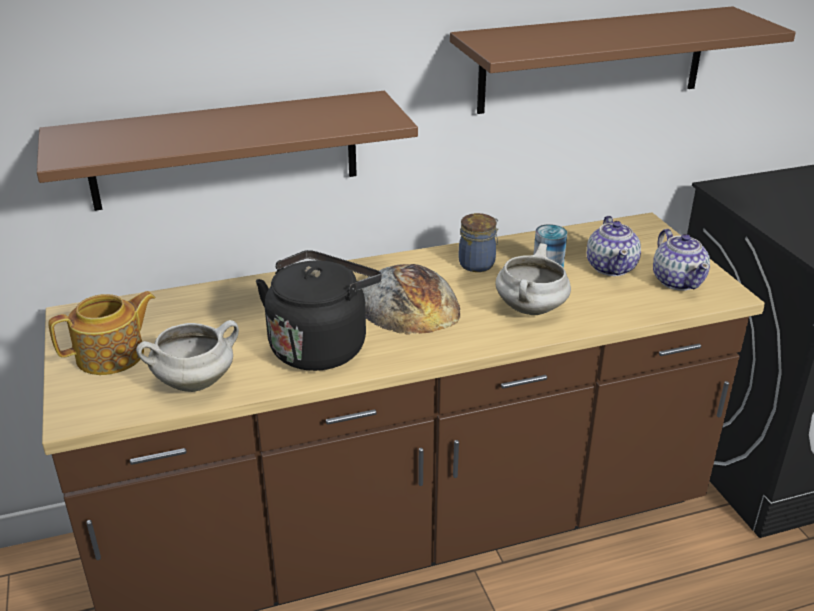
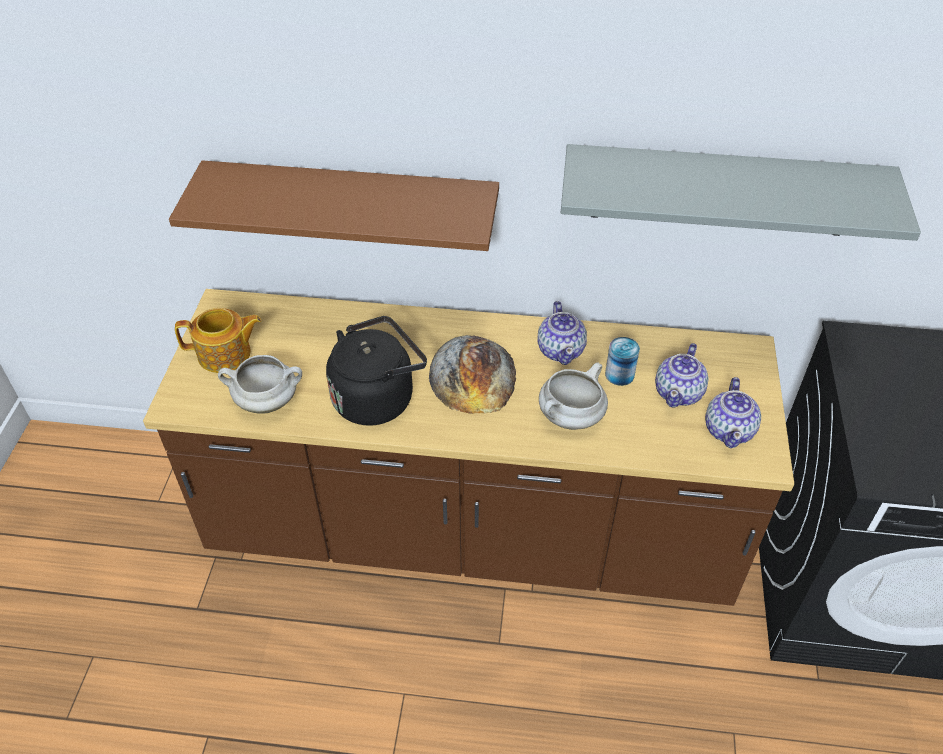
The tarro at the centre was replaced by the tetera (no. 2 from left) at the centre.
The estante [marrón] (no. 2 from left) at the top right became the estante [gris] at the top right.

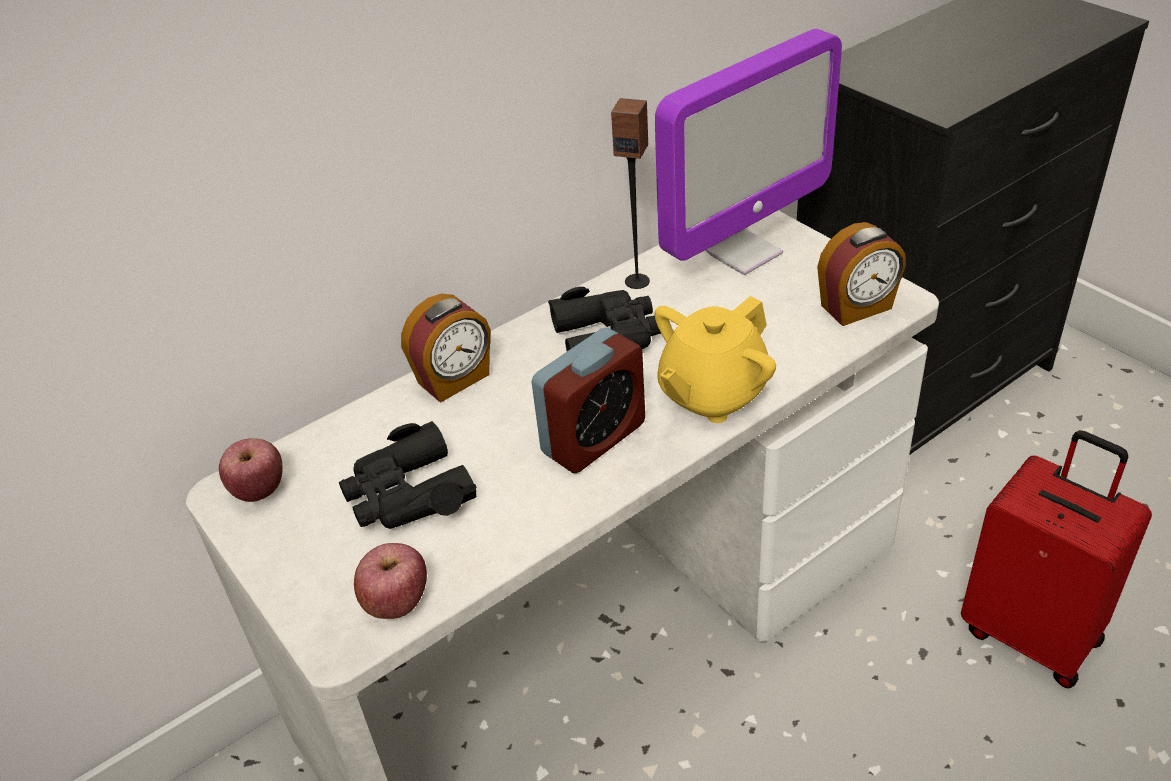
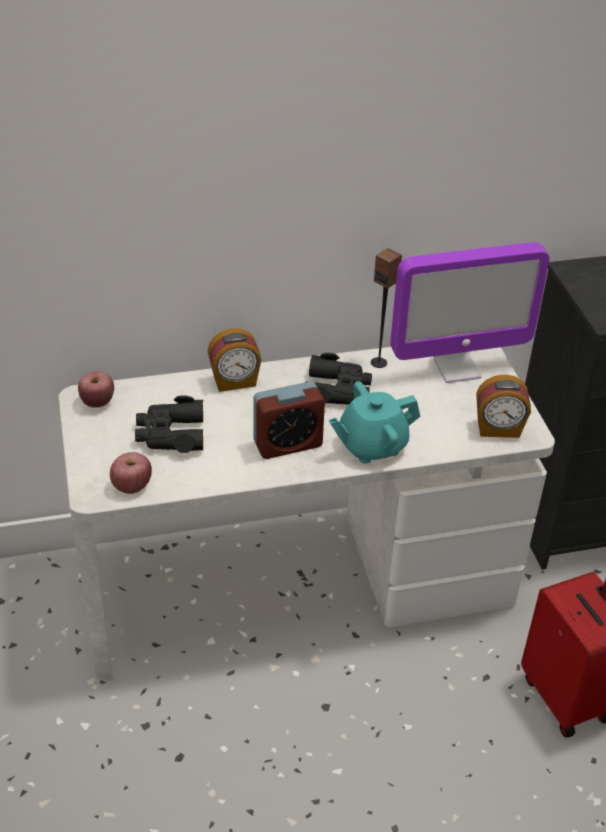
The tetera [amarillo] at the centre became the tetera [turquesa] at the centre.

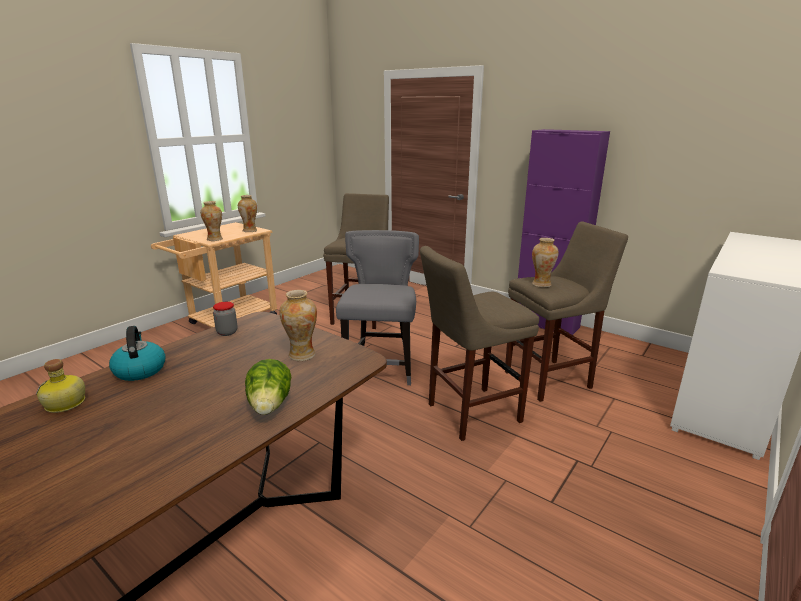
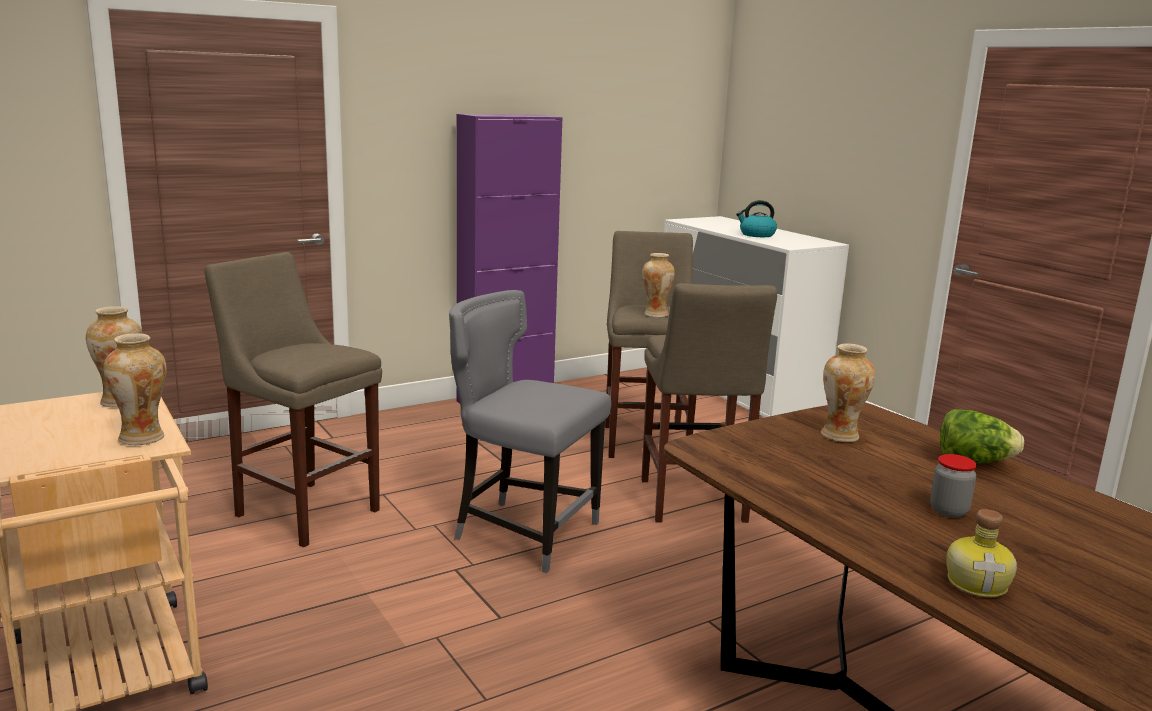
The hervidor moved from the middle left to the top centre.
The tarro moved from the middle left to the bottom right.

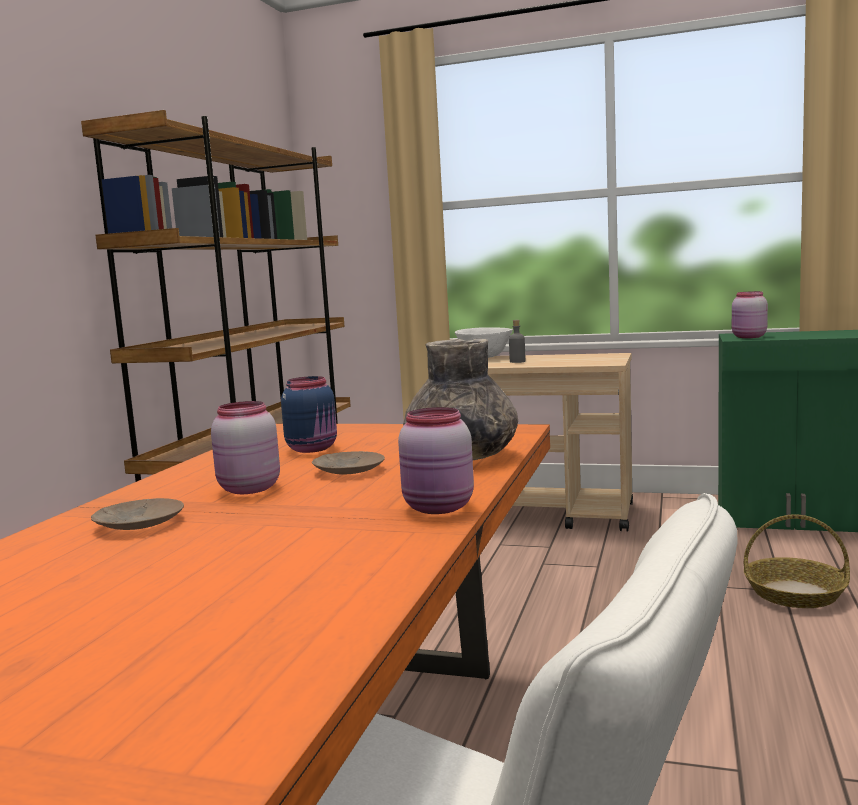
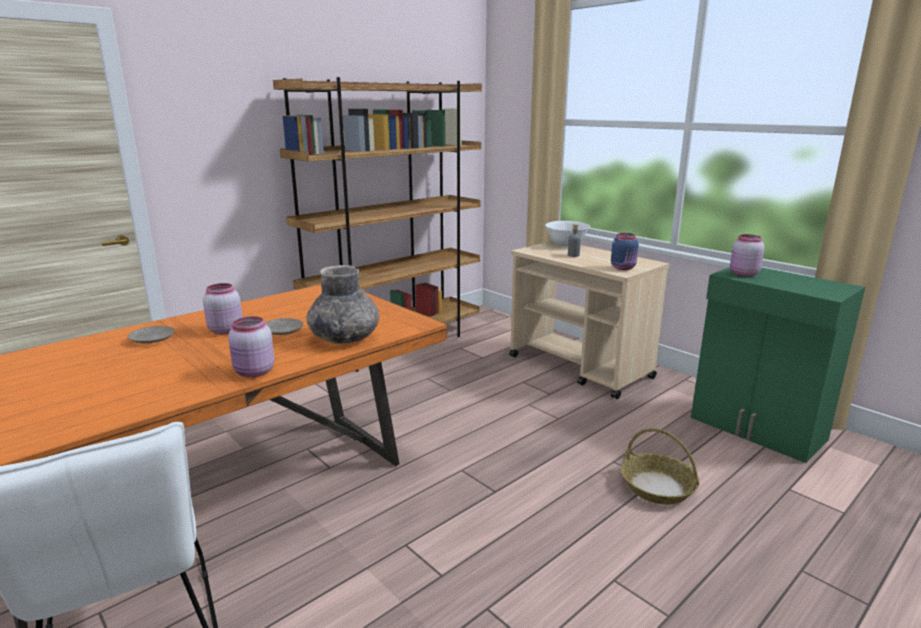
The tarro [azul] moved from the centre to the middle right.

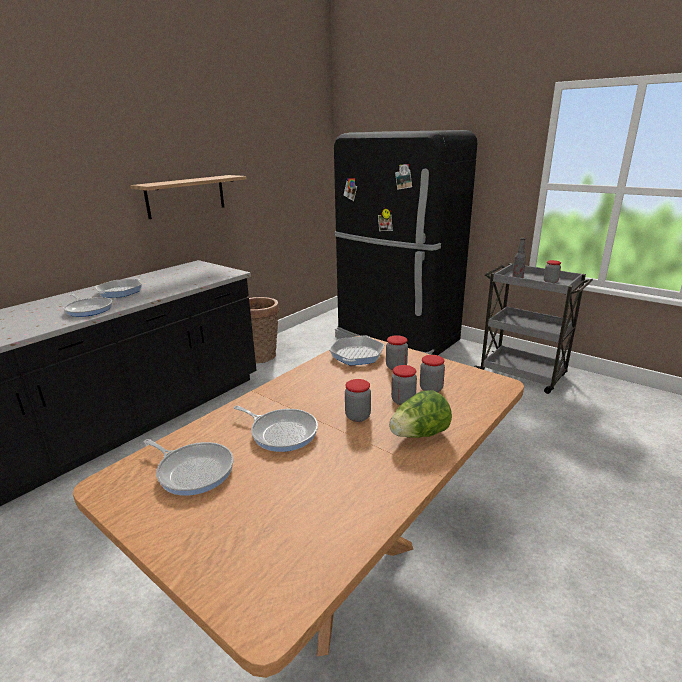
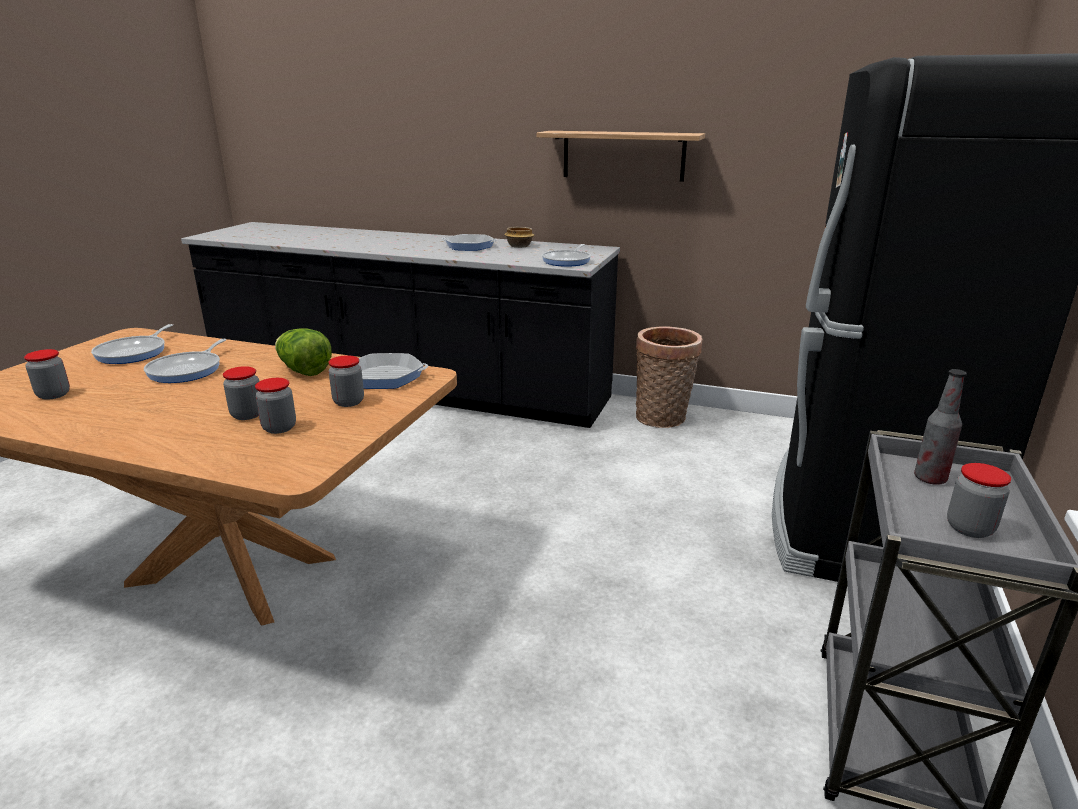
The tarro (no. 1 from left) moved from the centre to the middle left.
The lechuga moved from the centre to the middle left.
The cuenco at the top centre appeared.
The sartén (no. 1 from left in the first image) moved from the middle left to the top centre.

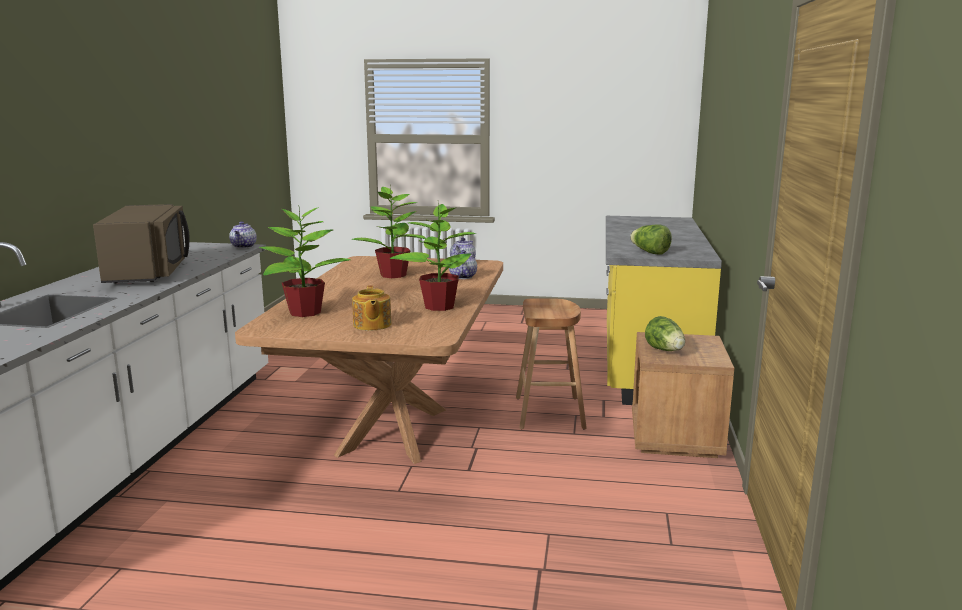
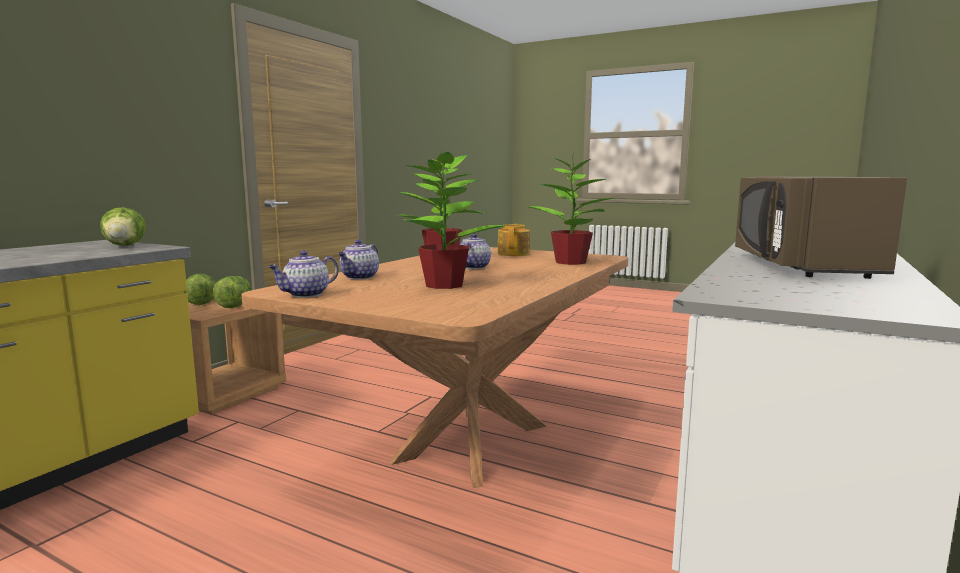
The lechuga (no. 2 from left) at the middle left appeared.
The tetera (no. 1 from left in the first image) moved from the middle left to the centre.
The taburete [marrón] at the centre disappeared.

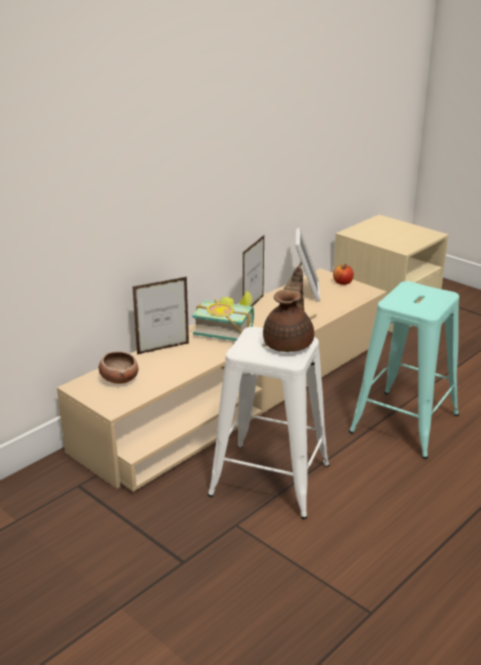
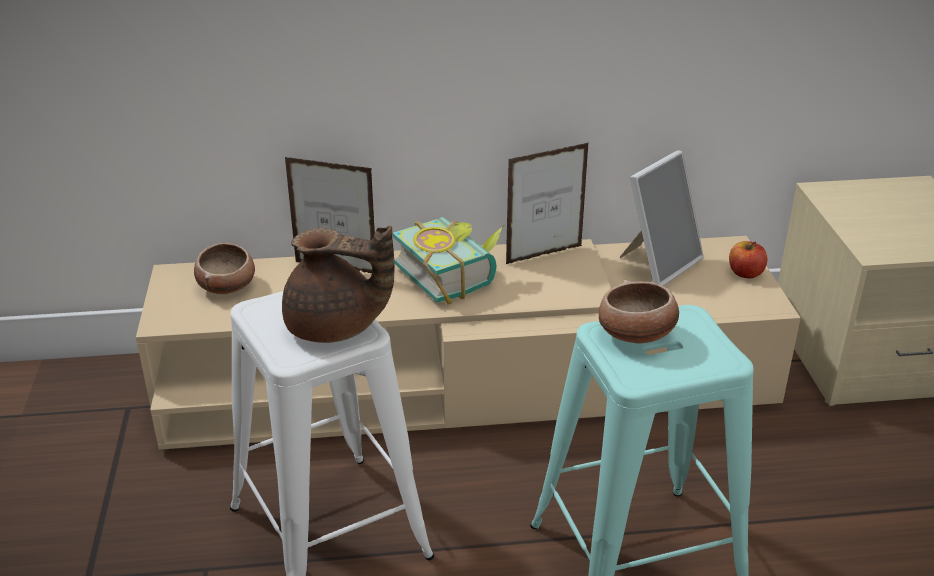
The tetera [marrón] at the centre turned 45 degrees clockwise.
The cuenco (no. 2 from left) at the middle right appeared.

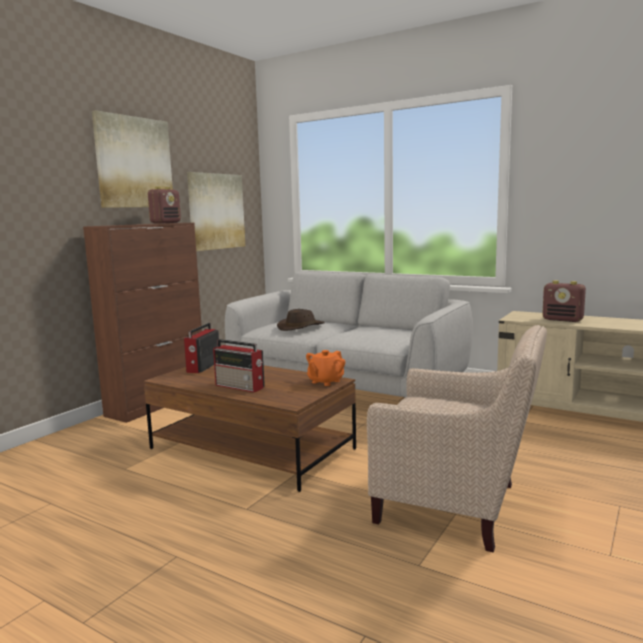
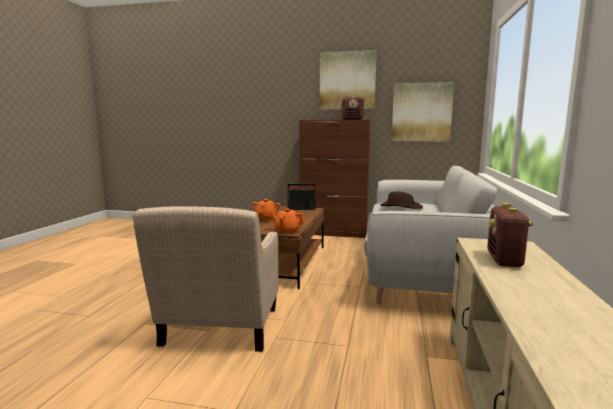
The radio (no. 3 from left) at the centre was replaced by the tetera [naranja] (no. 1 from left) at the centre.

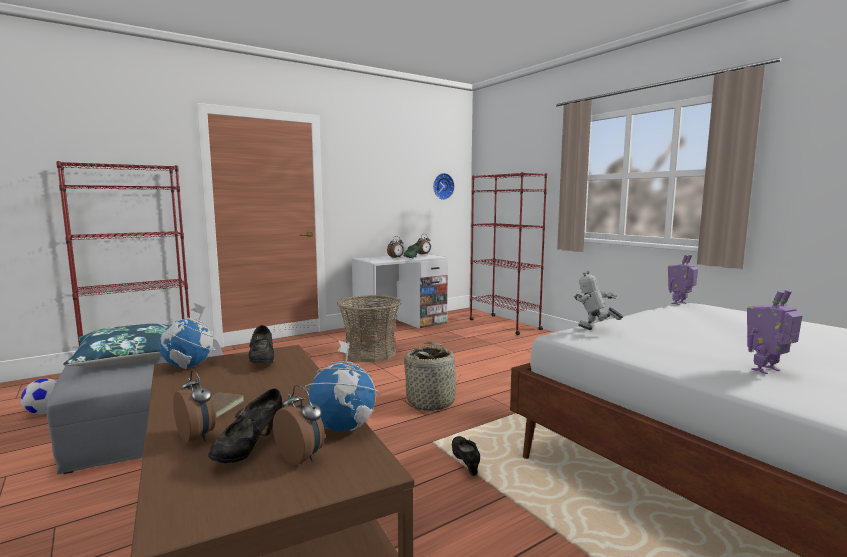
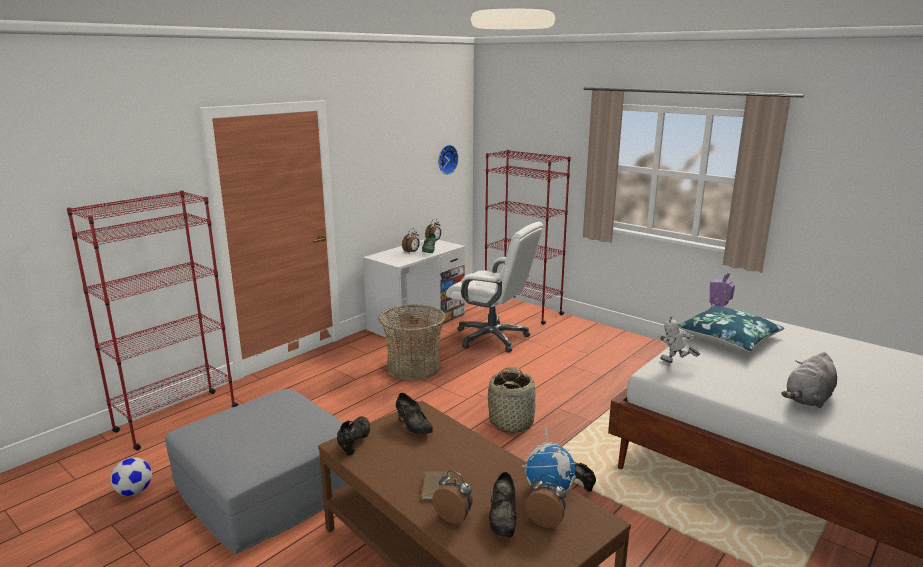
The globo terráqueo (no. 1 from left) at the middle left was replaced by the zapato [negro] (no. 1 from left) at the bottom centre.
The silla de oficina [blanco] at the centre appeared.
The cojín [azul] moved from the middle left to the middle right.
The robot de juguete (no. 3 from left) at the middle right was replaced by the peluche [gris] at the bottom right.

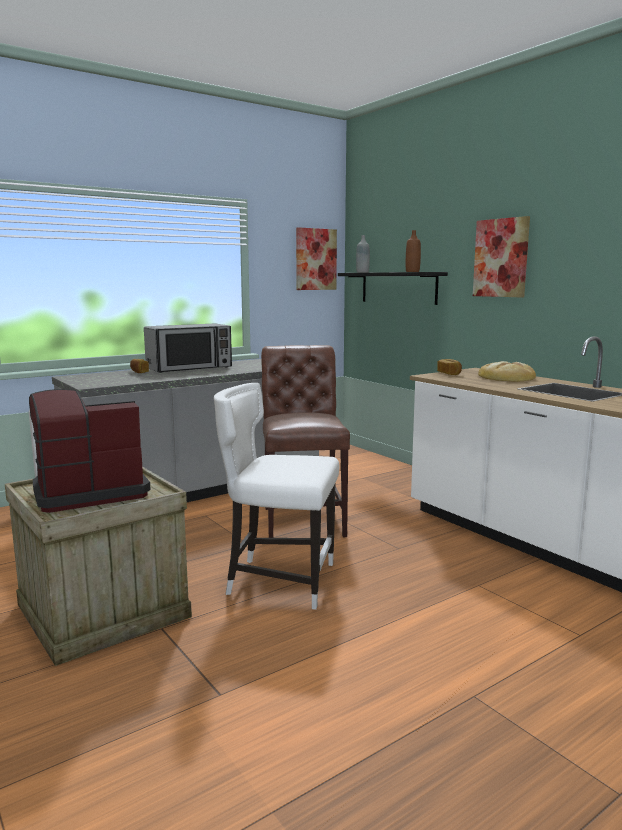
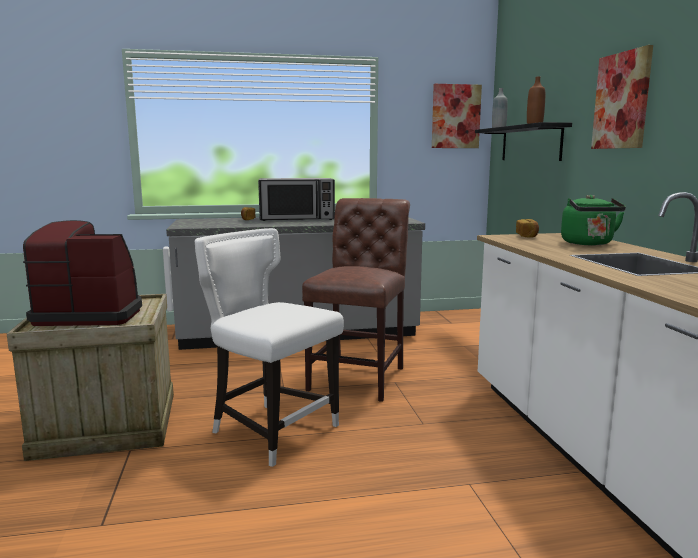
The pan (no. 3 from left) at the middle right was replaced by the hervidor [verde] at the middle right.

